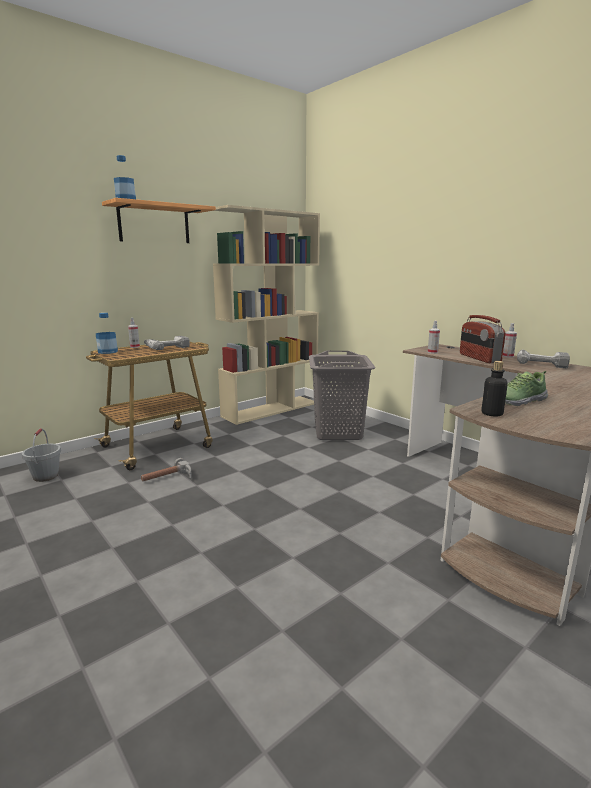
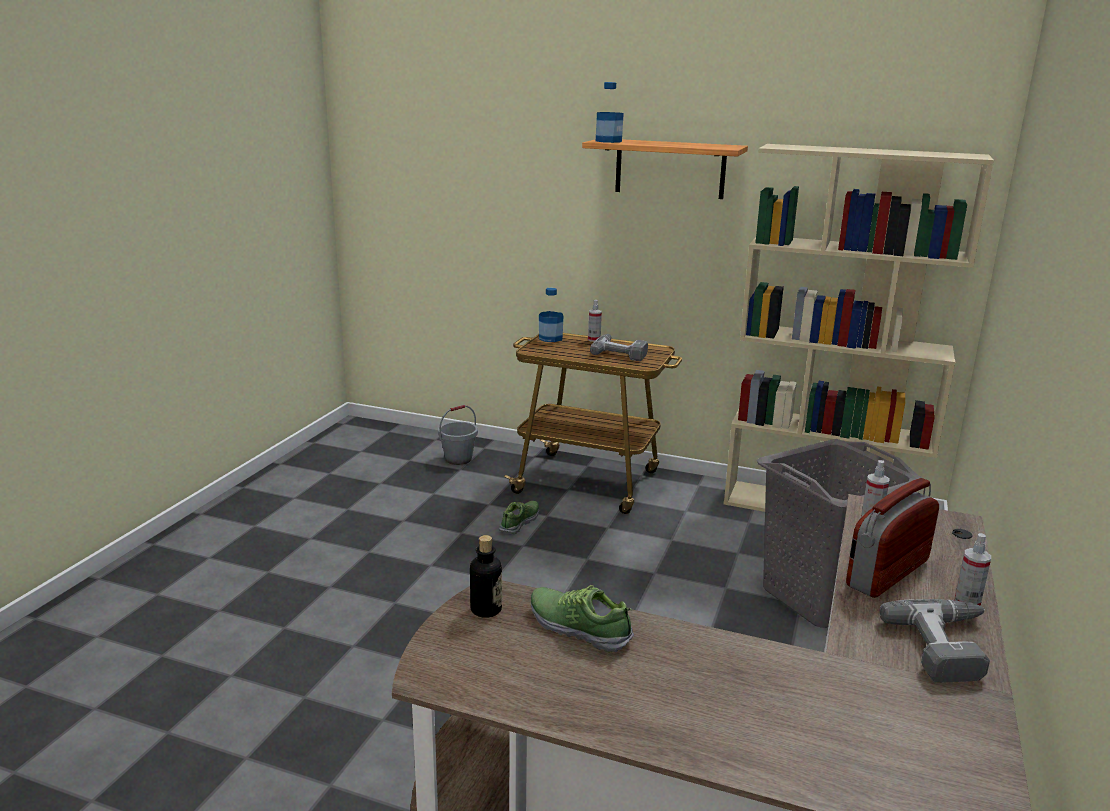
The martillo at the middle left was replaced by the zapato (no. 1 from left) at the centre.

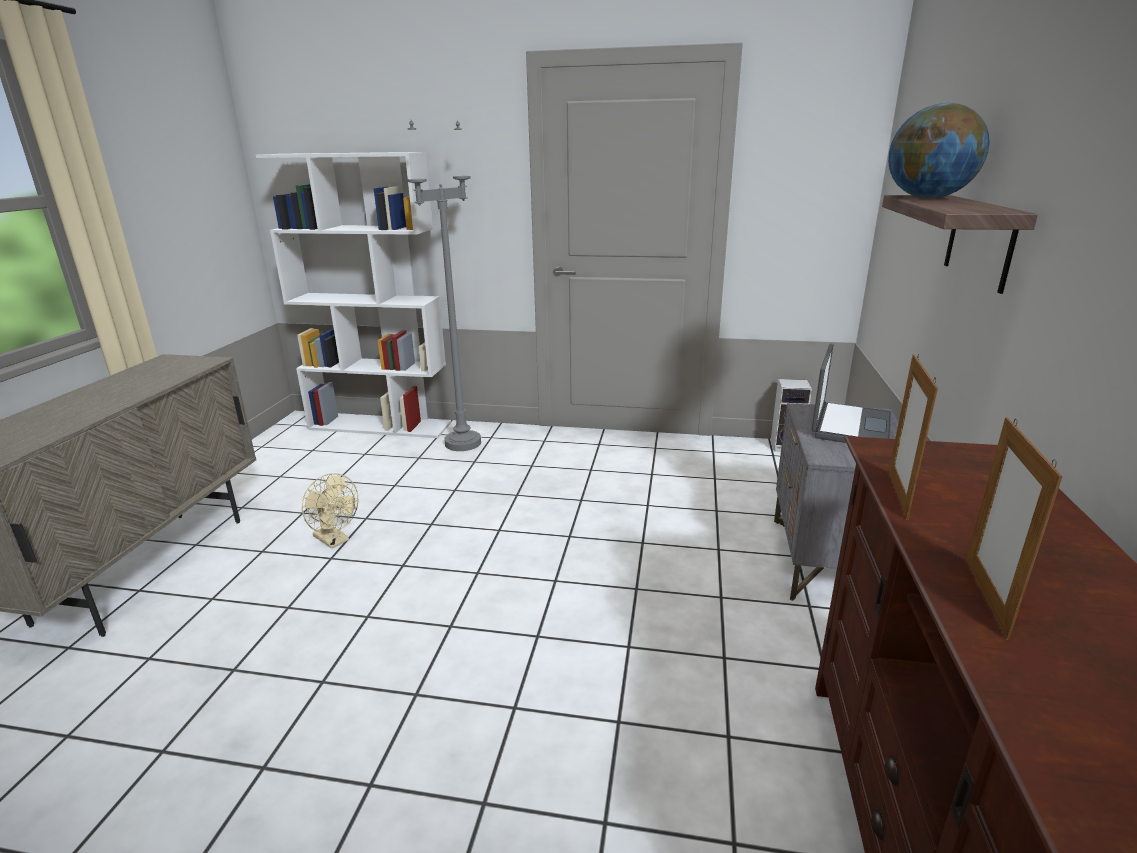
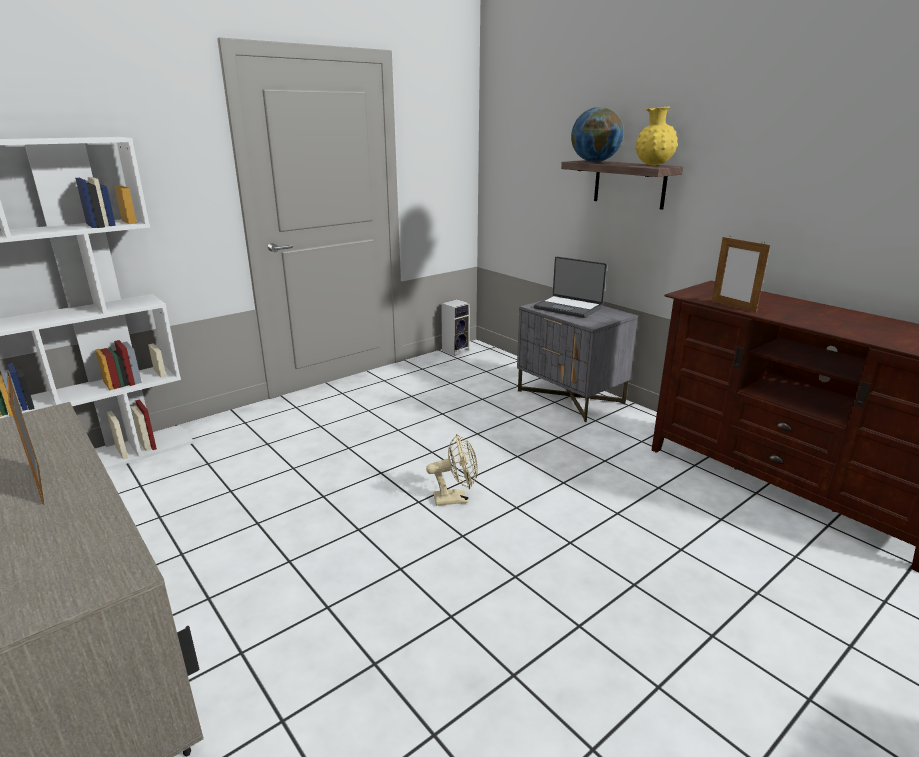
The portarretratos (no. 2 from left in the first image) moved from the middle right to the middle left.
The ventilador [beis] moved from the middle left to the centre.
The portátil at the middle right turned 150 degrees clockwise.
The florero [amarillo] at the top right appeared.
The lámpara de pie [gris] at the centre disappeared.

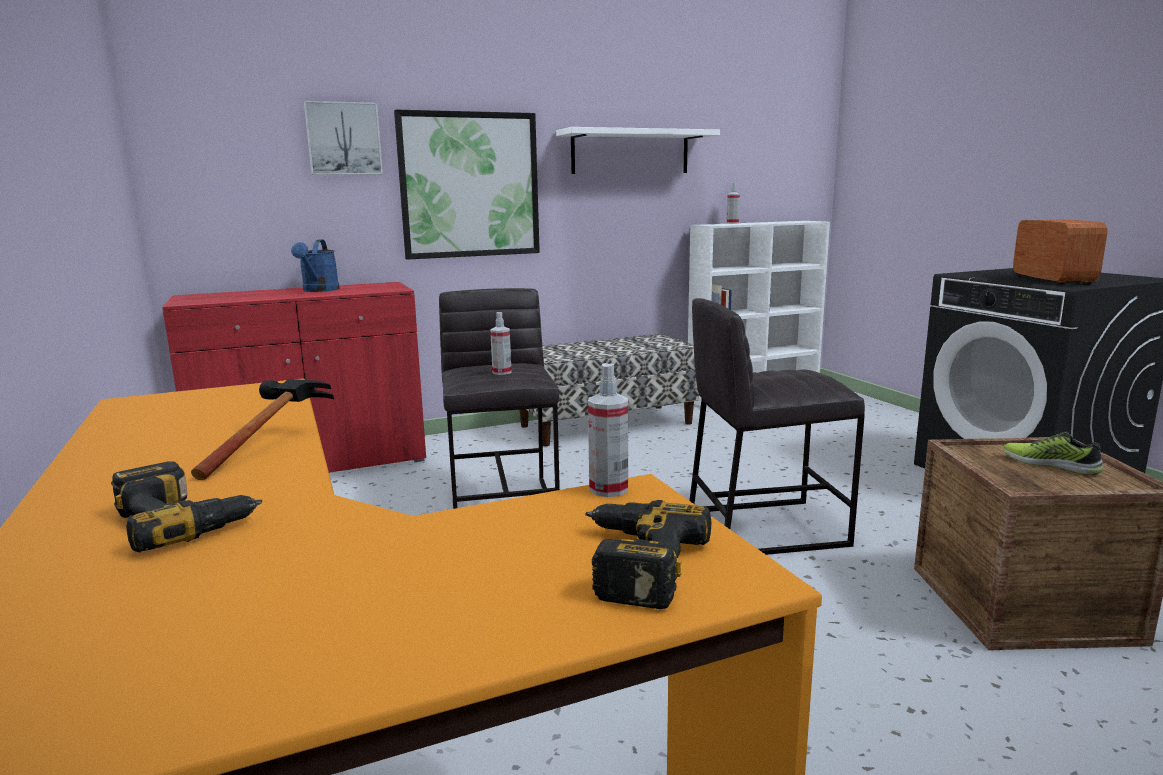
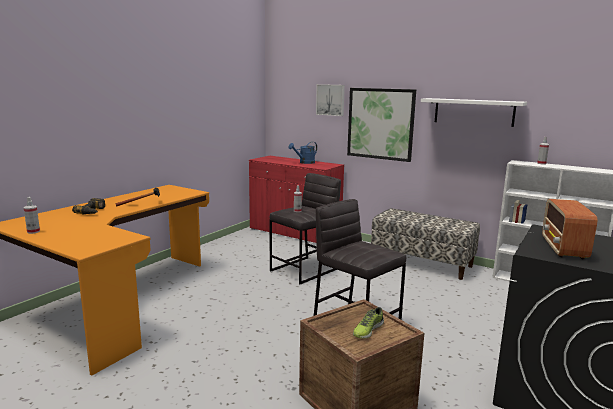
The pulverizador (no. 2 from left in the first image) moved from the centre to the middle left.
The zapato at the middle right turned 150 degrees counterclockwise.
The radio at the top right turned 135 degrees clockwise.
The taladro (no. 2 from left) at the bottom centre disappeared.

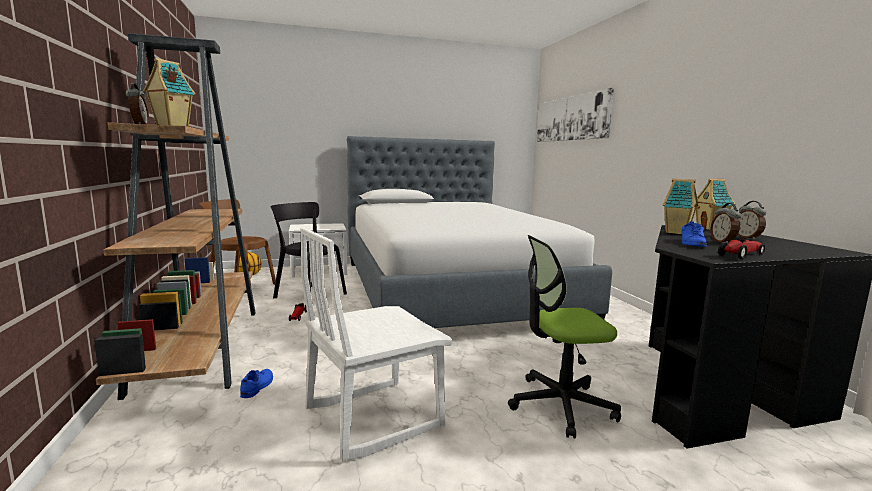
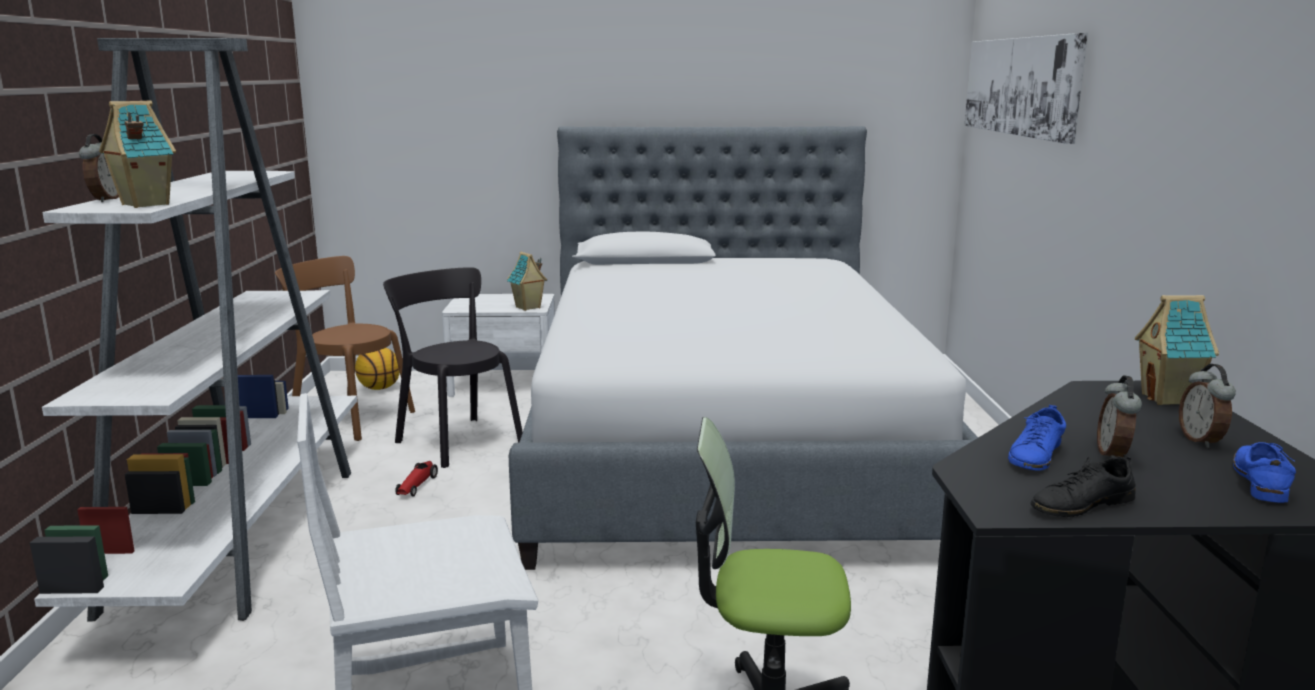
The estantería [marrón] at the middle left became the estantería [blanco] at the middle left.
The casita (no. 2 from left) moved from the middle right to the centre.
The coche de juguete (no. 2 from left) at the middle right was replaced by the zapato [negro] at the bottom right.
The zapato [azul] (no. 1 from left in the first image) moved from the bottom left to the bottom right.

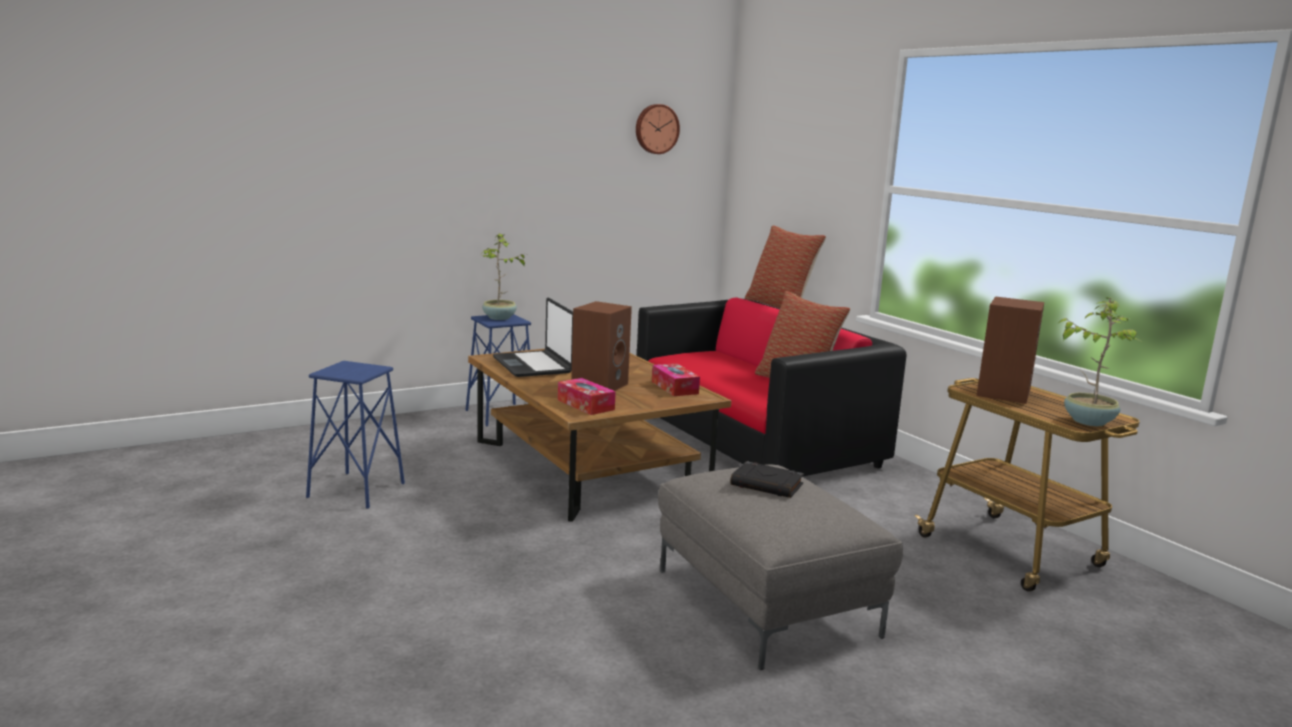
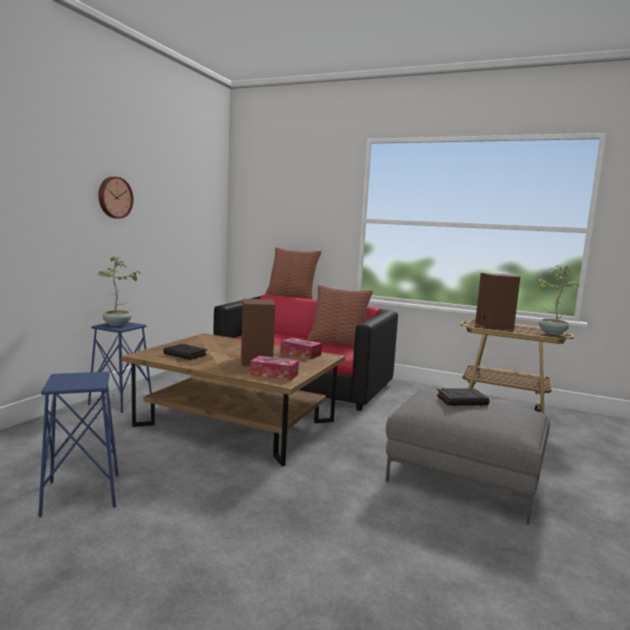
The reloj de pared moved from the top centre to the top left.
The portátil at the centre was replaced by the libro [negro] (no. 1 from left) at the middle left.

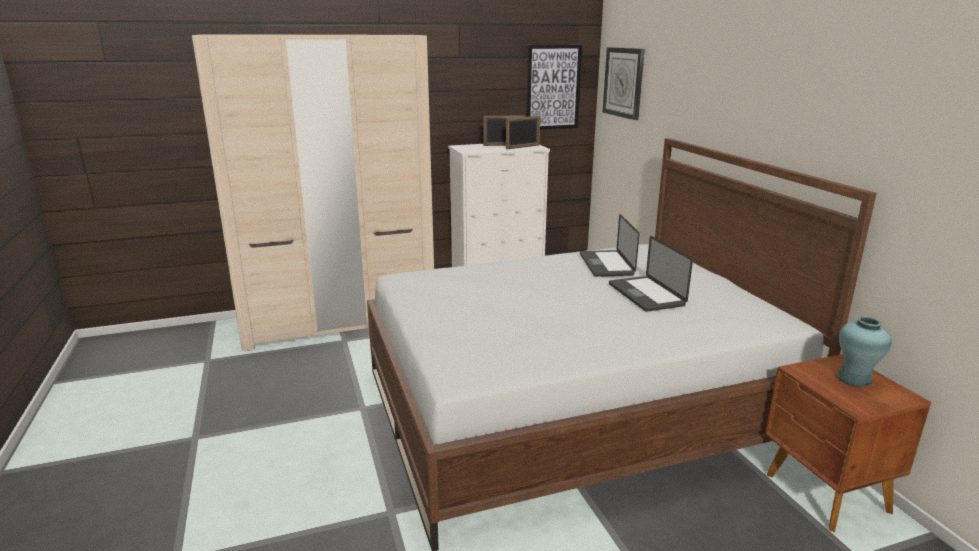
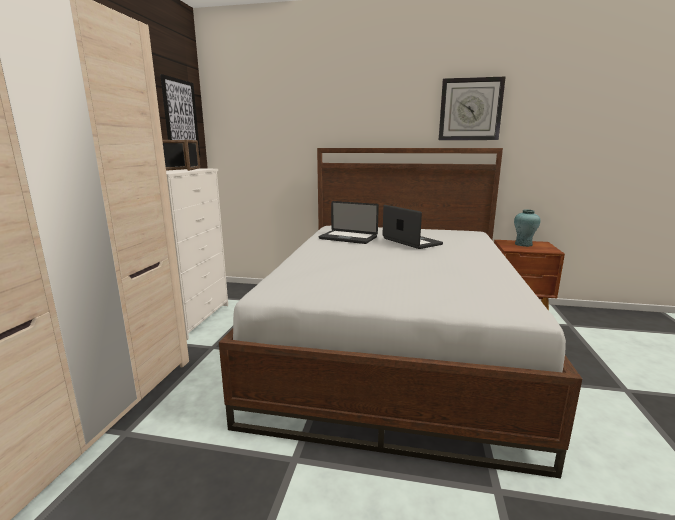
The portátil (no. 2 from left) at the centre turned 135 degrees counterclockwise.
The reloj de pared moved from the top centre to the top right.

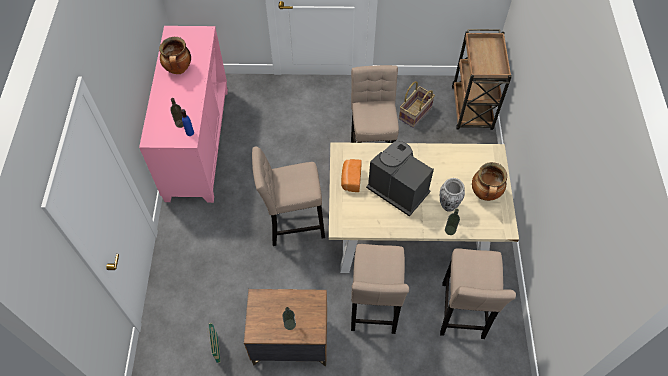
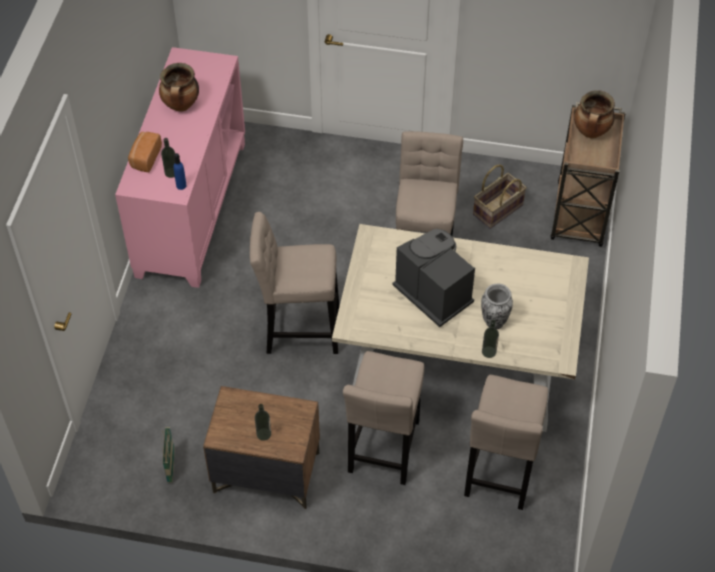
The pan moved from the centre to the top left.
The olla (no. 2 from left) moved from the middle right to the top right.

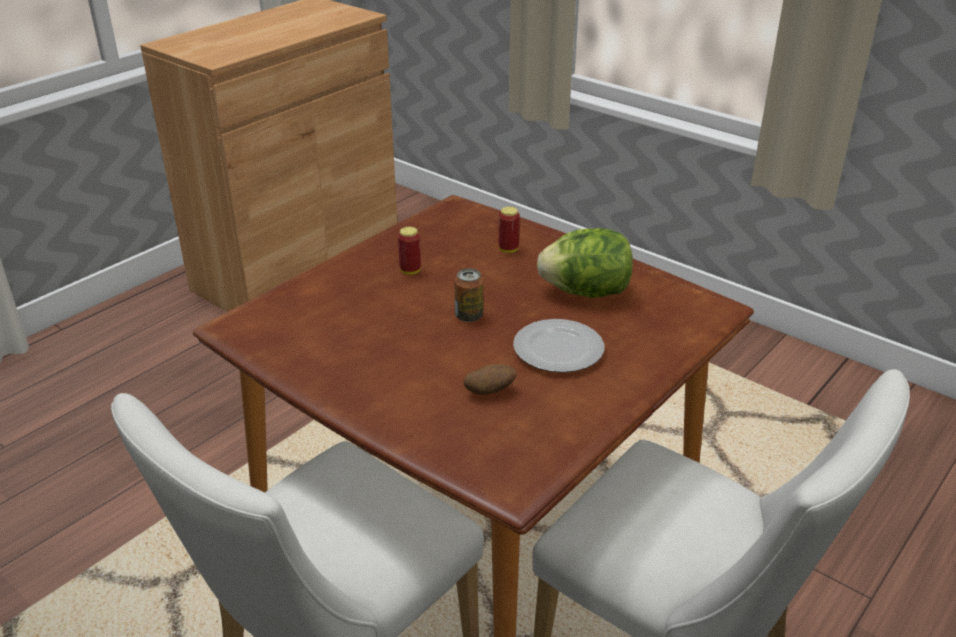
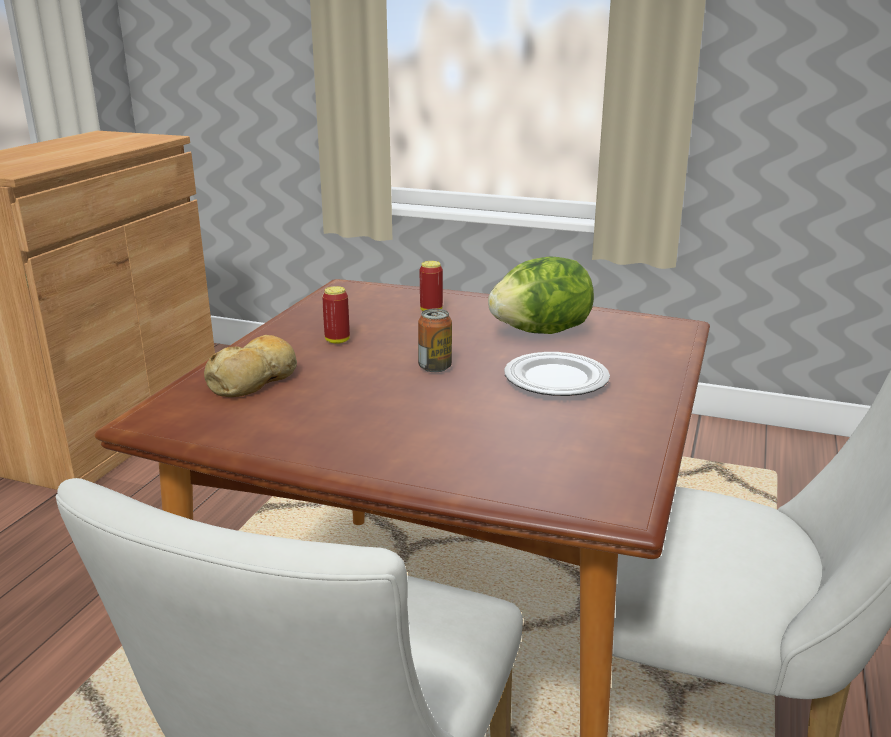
The pan at the middle left appeared.
The patata at the centre disappeared.

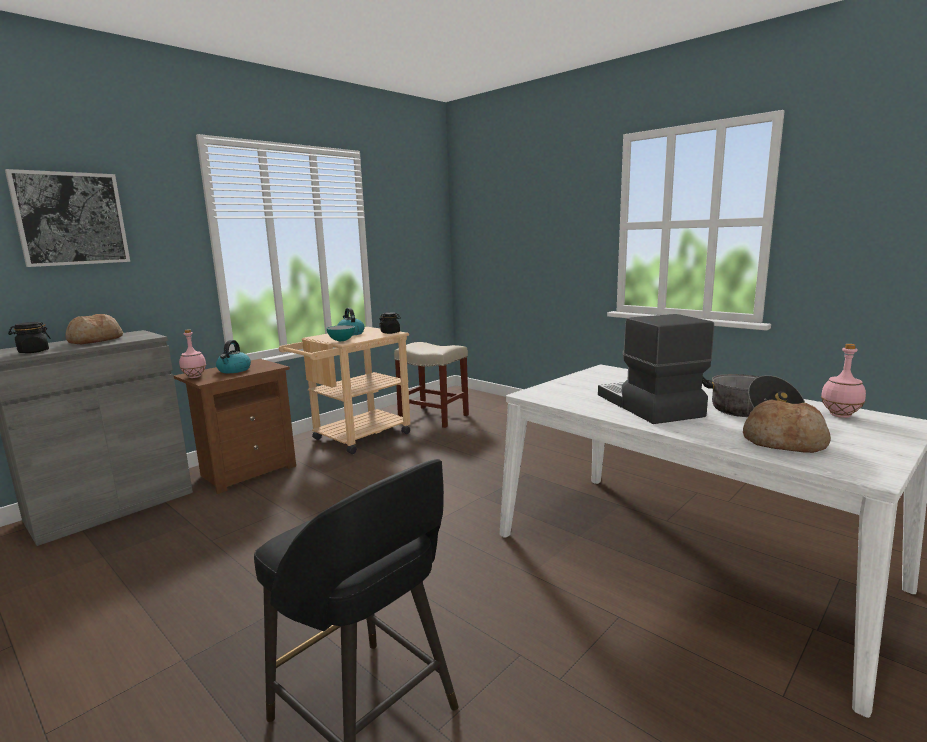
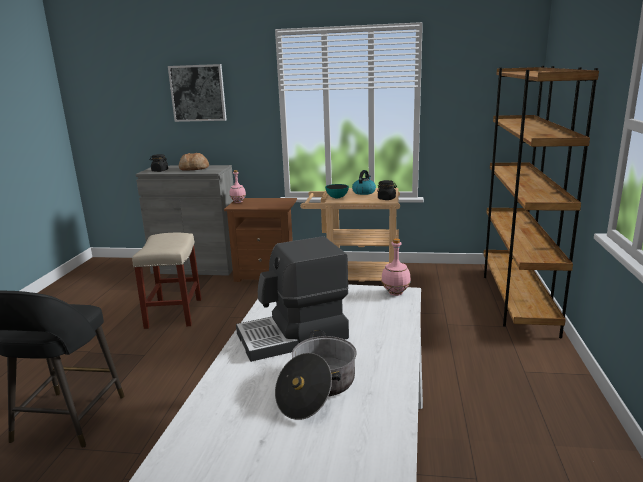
The taburete [beis] moved from the centre to the middle left.
The cafetera at the middle right turned 150 degrees counterclockwise.
The botella [rosa] (no. 2 from left) moved from the middle right to the centre.
The estantería [marrón] at the middle right appeared.
The hervidor (no. 1 from left) at the middle left disappeared.
The pan (no. 2 from left) at the middle right disappeared.

